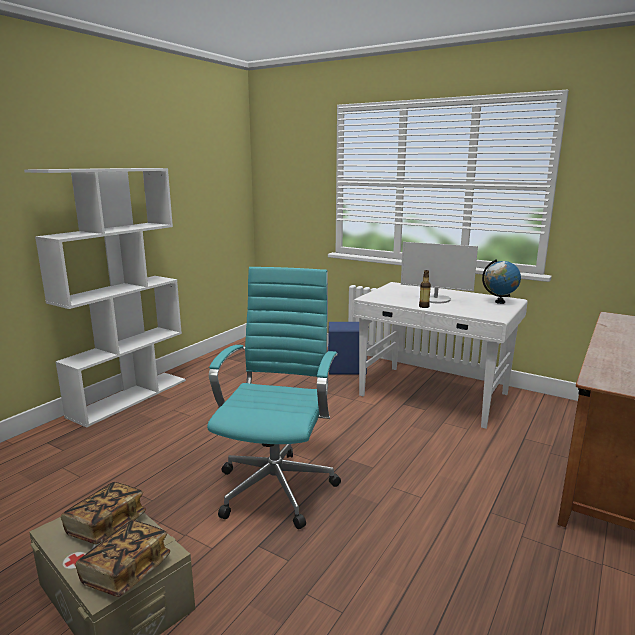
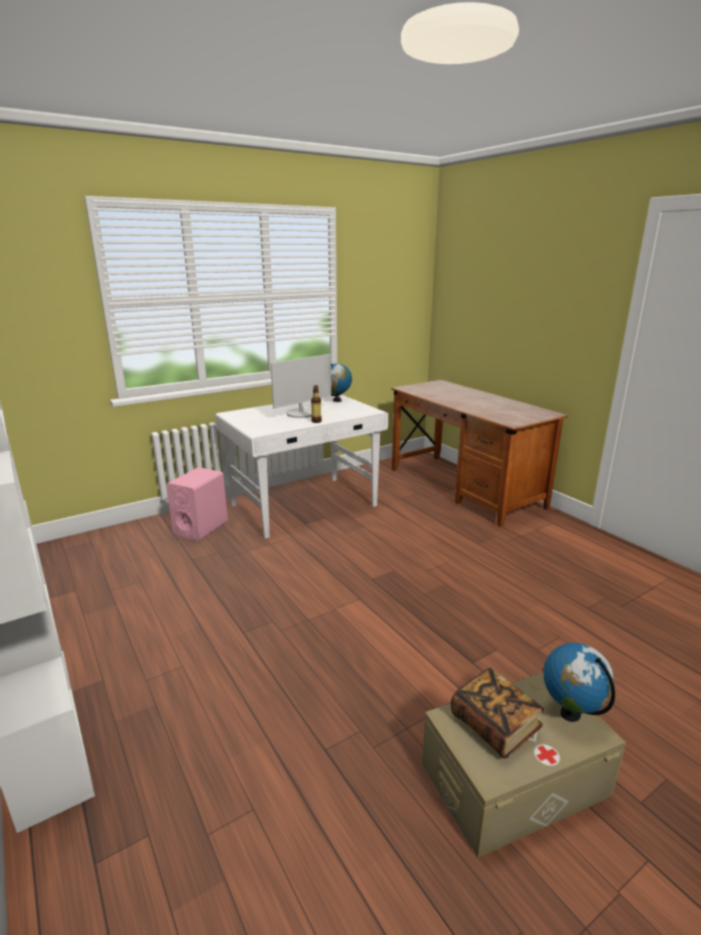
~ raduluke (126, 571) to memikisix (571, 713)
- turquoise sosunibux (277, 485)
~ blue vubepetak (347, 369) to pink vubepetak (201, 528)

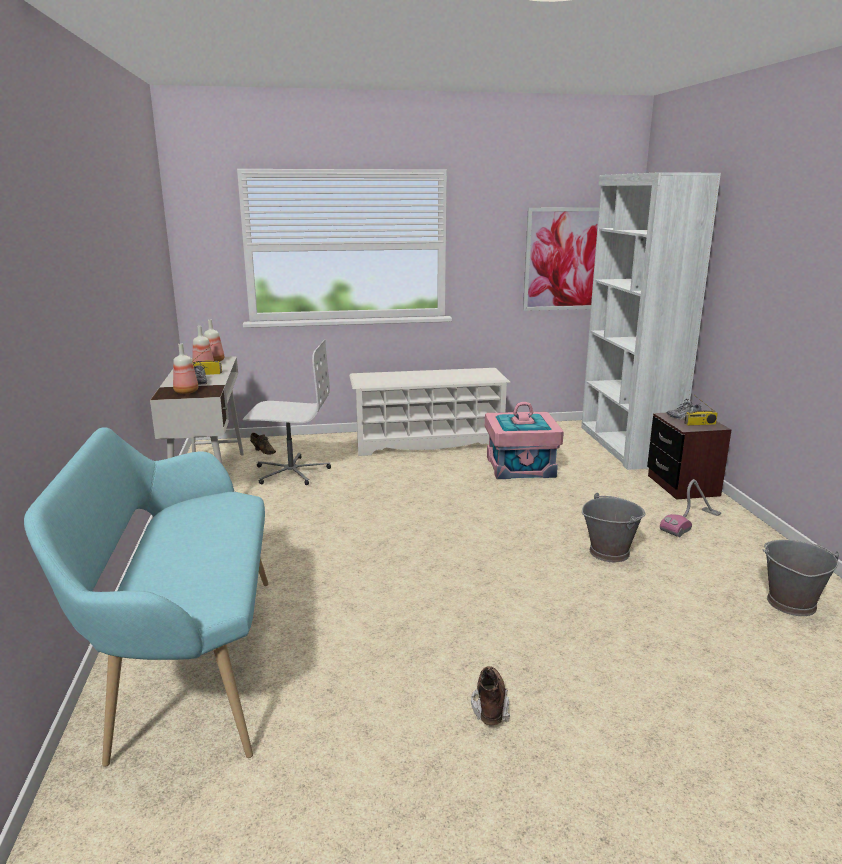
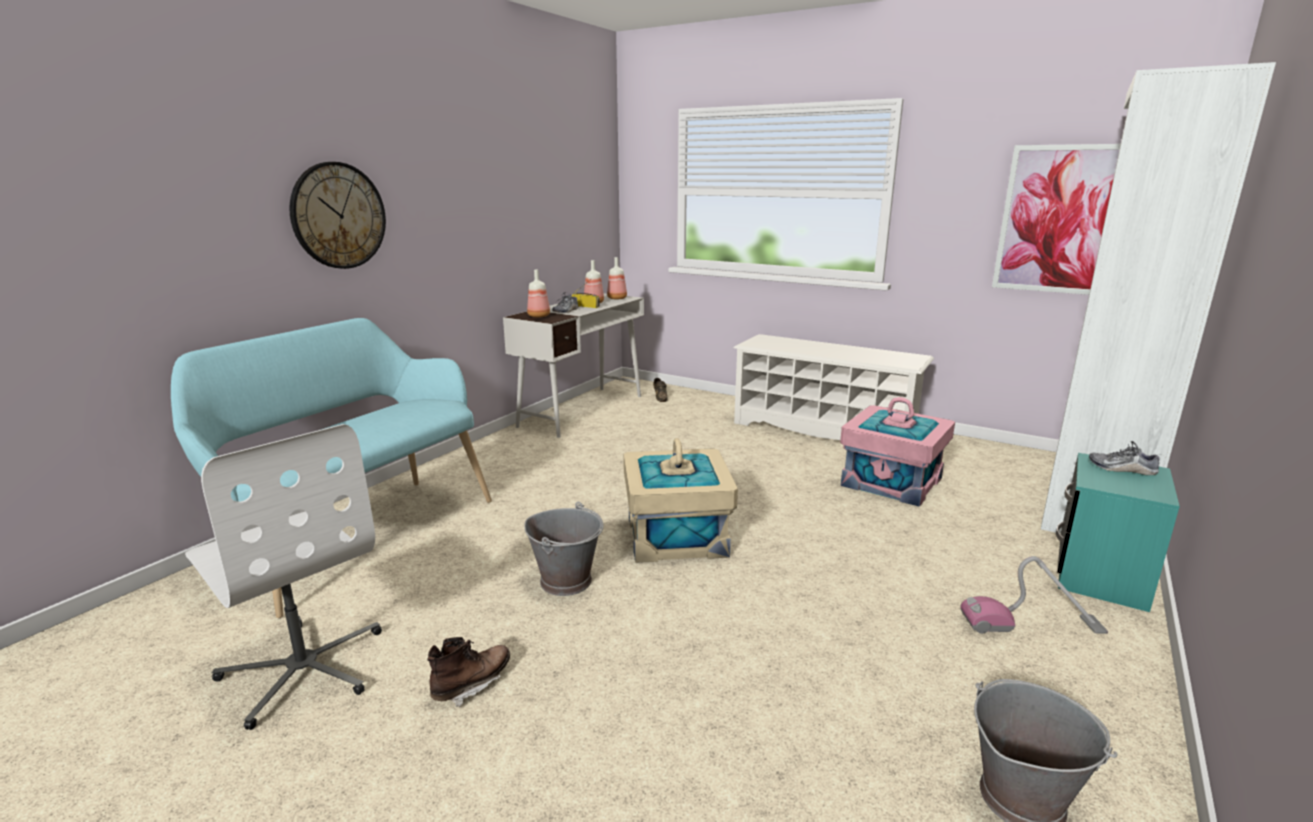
~ white sosunibux (291, 472) to (304, 668)
~ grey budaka (609, 552) to (566, 580)
~ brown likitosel (682, 486) to turquoise likitosel (1100, 576)
- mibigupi (699, 424)
+ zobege (338, 216)
+ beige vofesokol (677, 536)

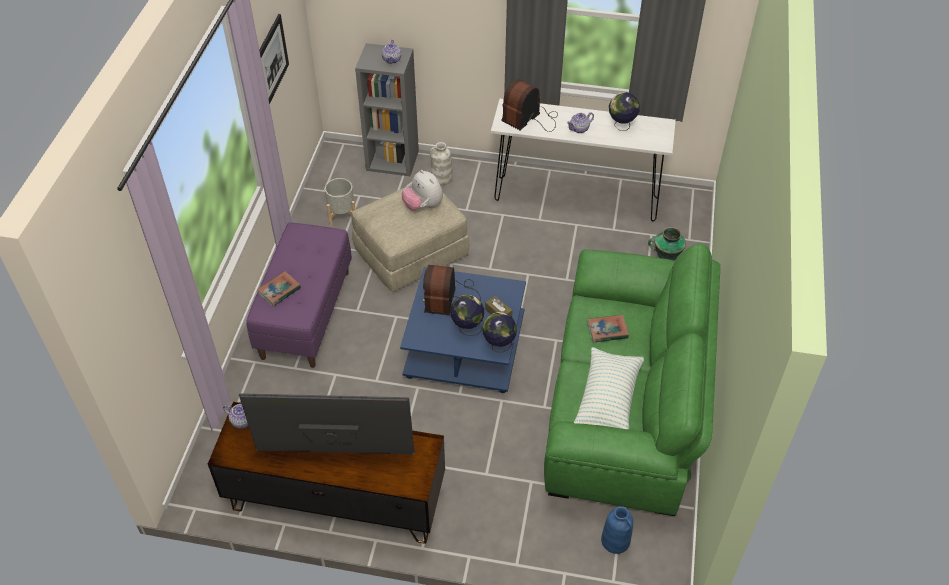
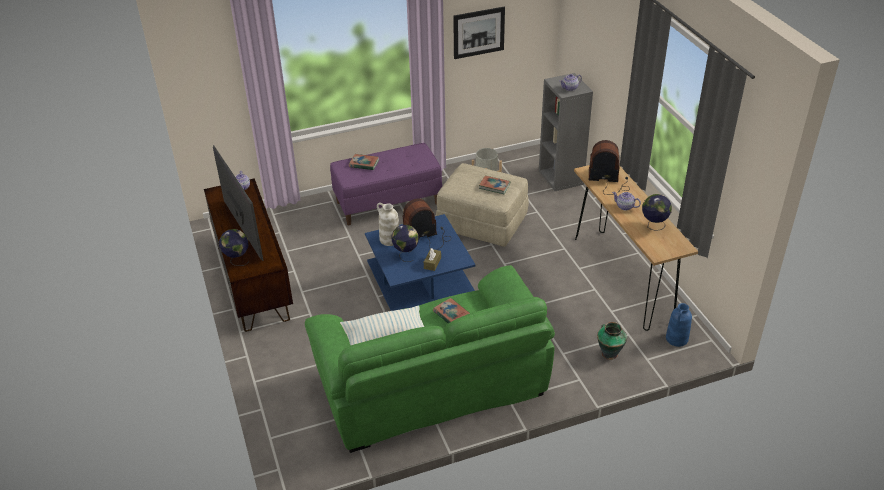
~ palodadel (423, 205) to raduluke (494, 186)
~ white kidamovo (441, 178) to (389, 239)
~ memikisix (499, 345) to (237, 260)
~ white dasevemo (576, 198) to brown dasevemo (622, 278)
~ blue kidamovo (616, 541) to (677, 339)

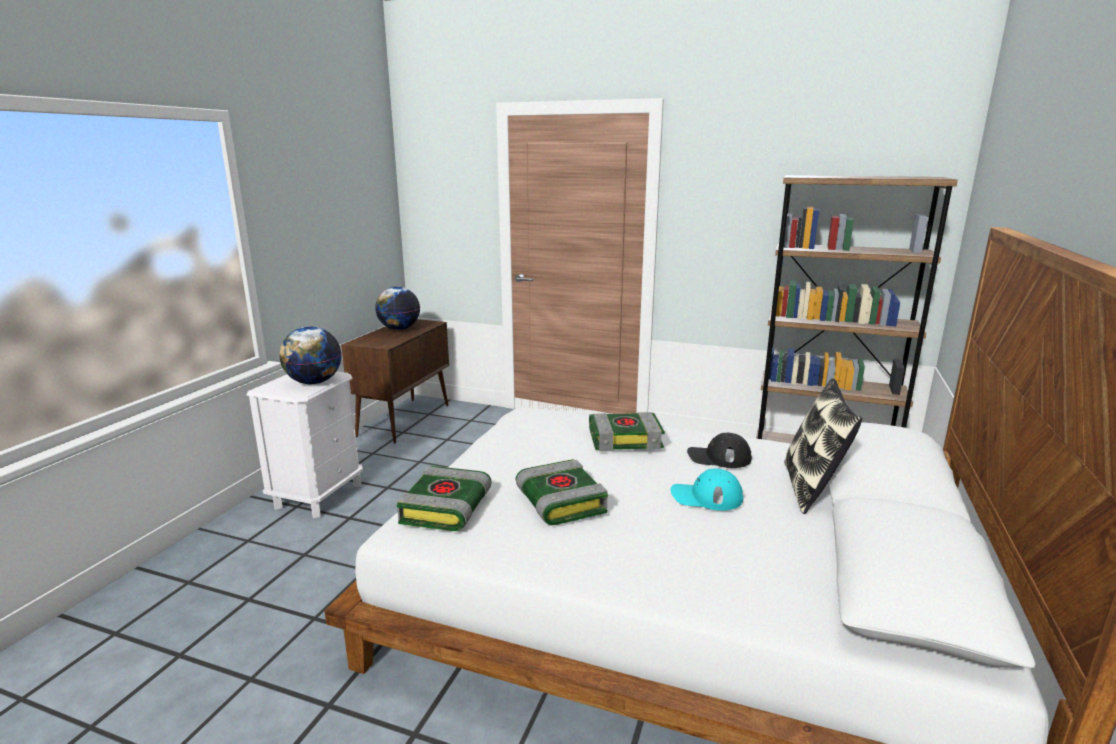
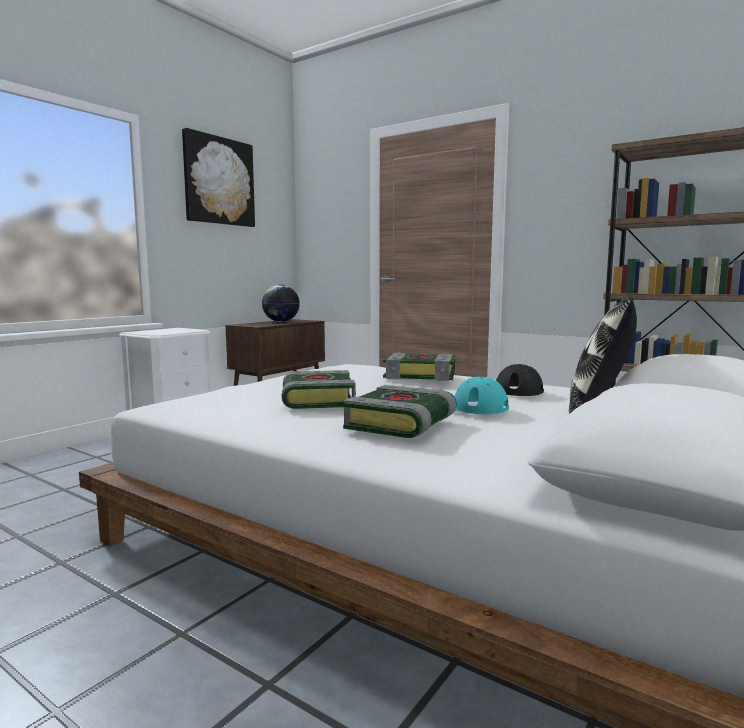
- memikisix (314, 382)
~ raduluke (447, 509) to (401, 425)
+ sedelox (219, 181)

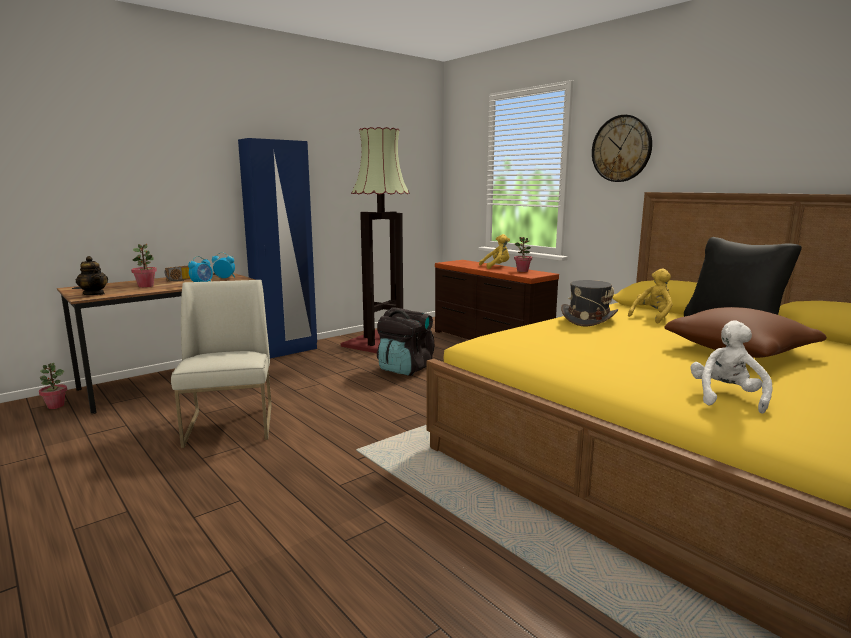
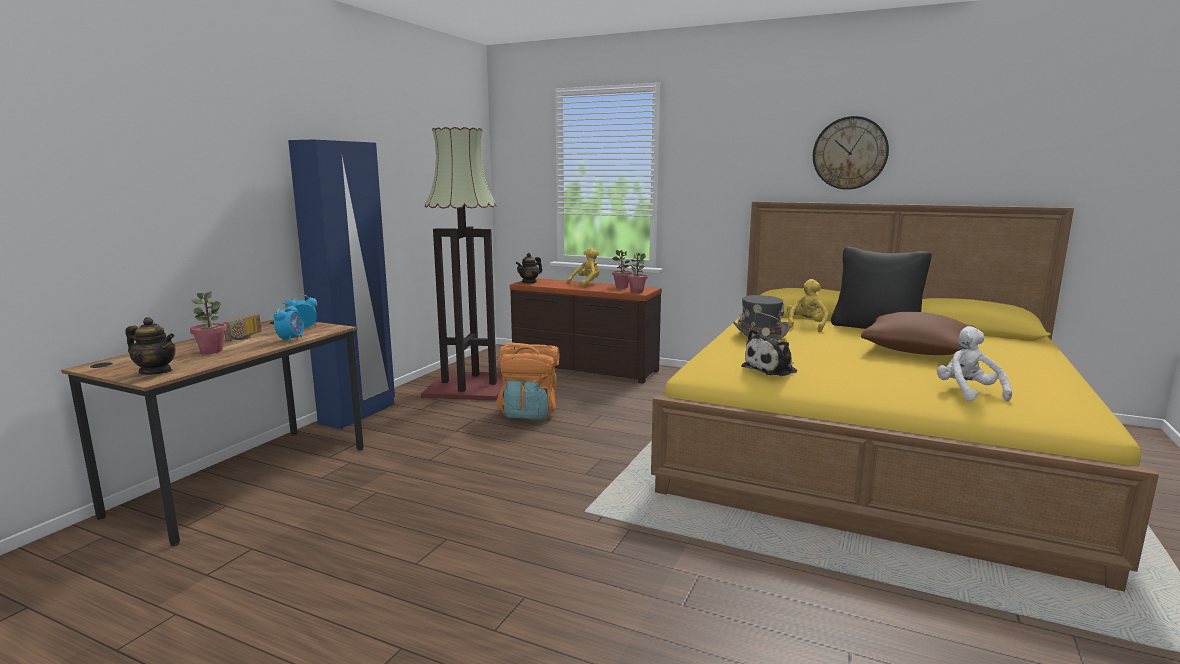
~ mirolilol (55, 406) to (636, 291)
- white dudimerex (231, 425)
~ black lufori (405, 369) to orange lufori (530, 413)
~ zobege (621, 148) to (850, 153)
+ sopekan (529, 282)
+ palodadel (772, 369)

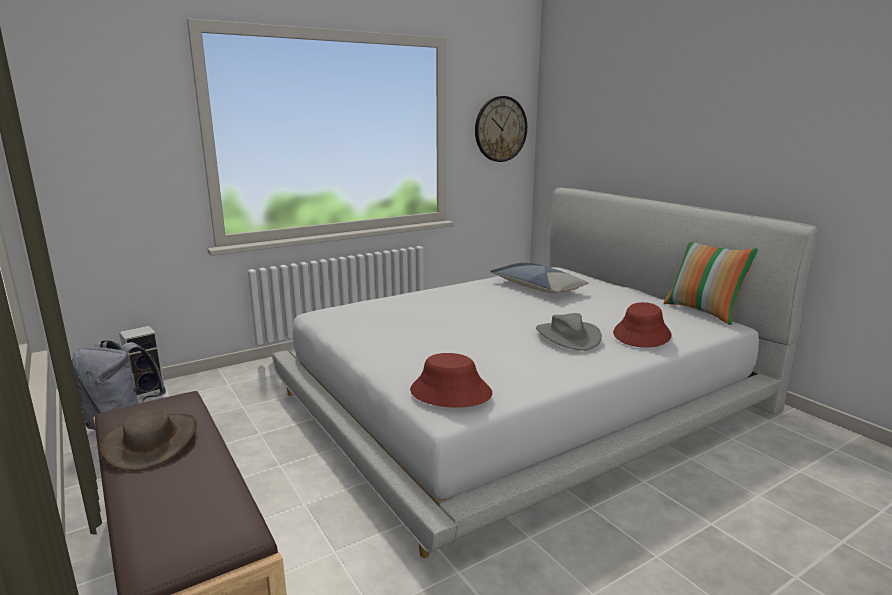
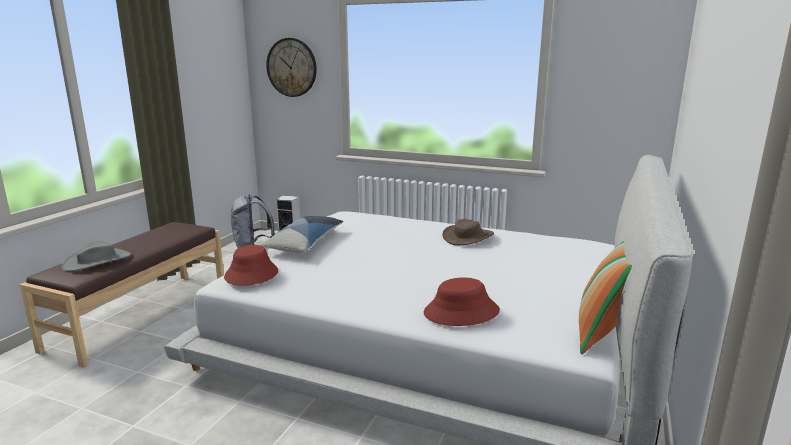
~ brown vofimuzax (152, 442) to (468, 237)
~ zobege (500, 129) to (292, 67)
~ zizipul (537, 287) to (305, 243)
~ grey vofimuzax (567, 336) to (97, 261)

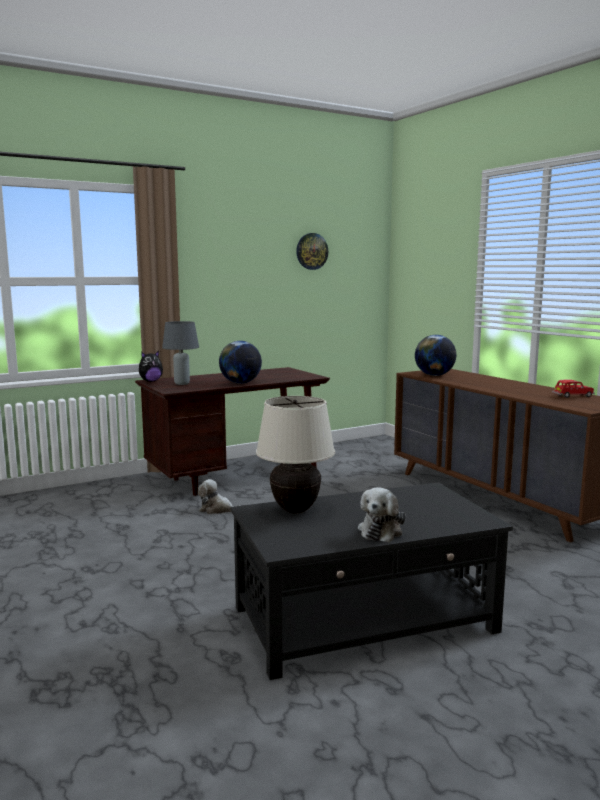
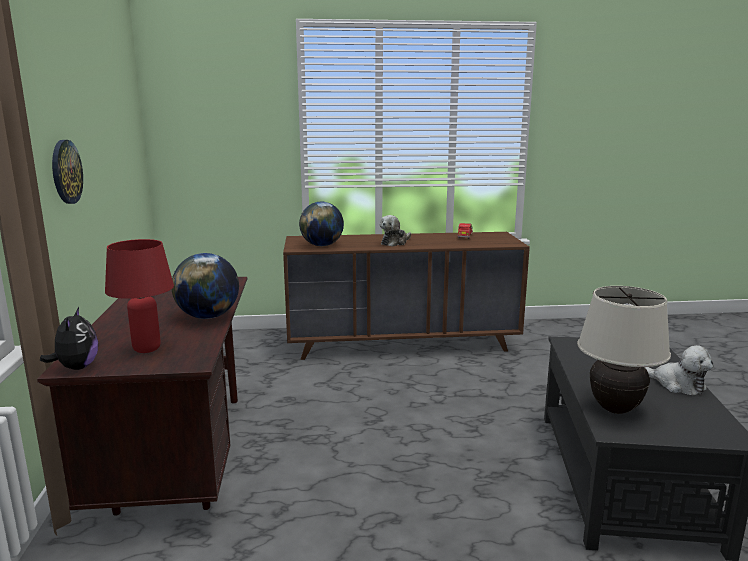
~ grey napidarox (182, 384) to red napidarox (147, 349)
~ palodadel (217, 509) to (395, 242)
~ zobege (311, 251) to (66, 172)

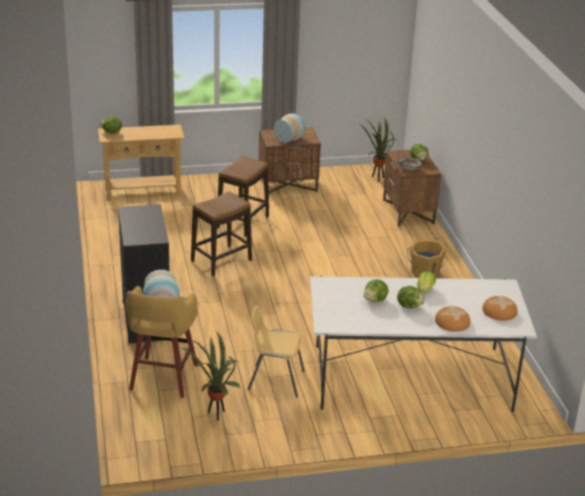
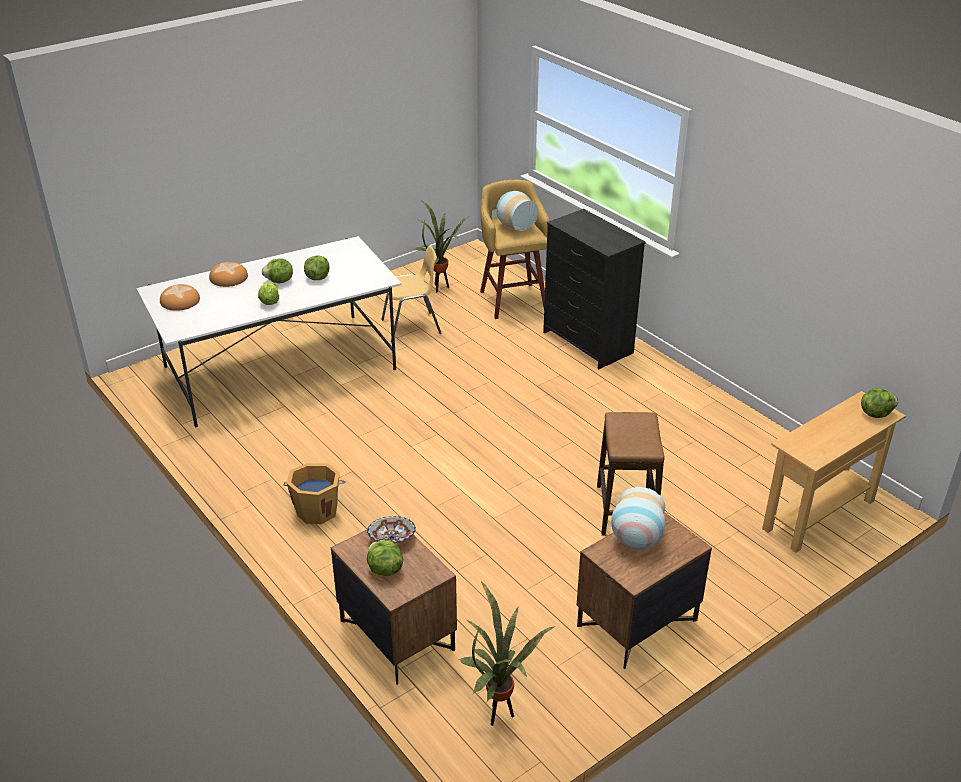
- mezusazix (221, 261)

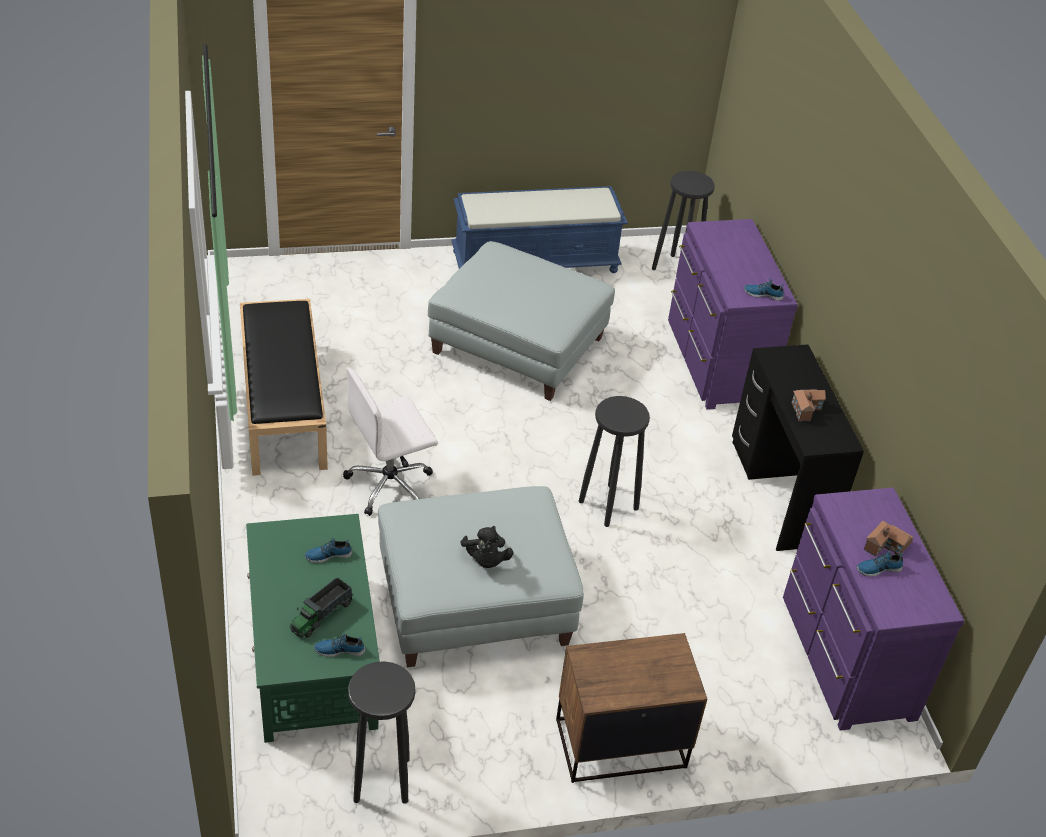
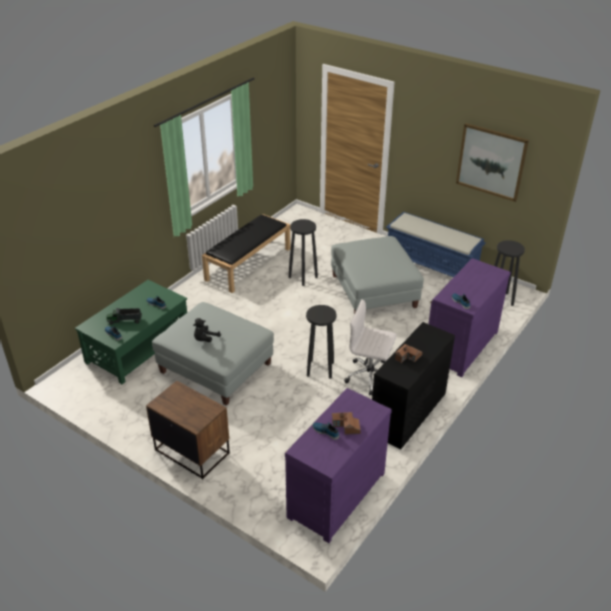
~ white sosunibux (391, 485) to (370, 376)
~ black mezusazix (380, 779) to (302, 277)
+ sedelox (491, 162)

